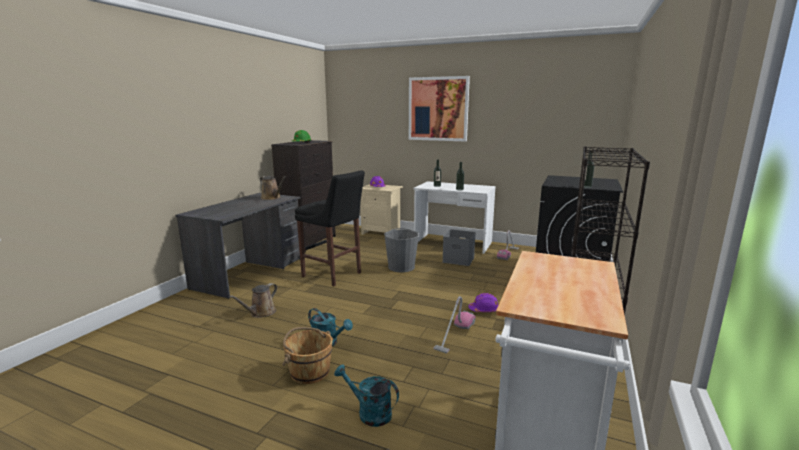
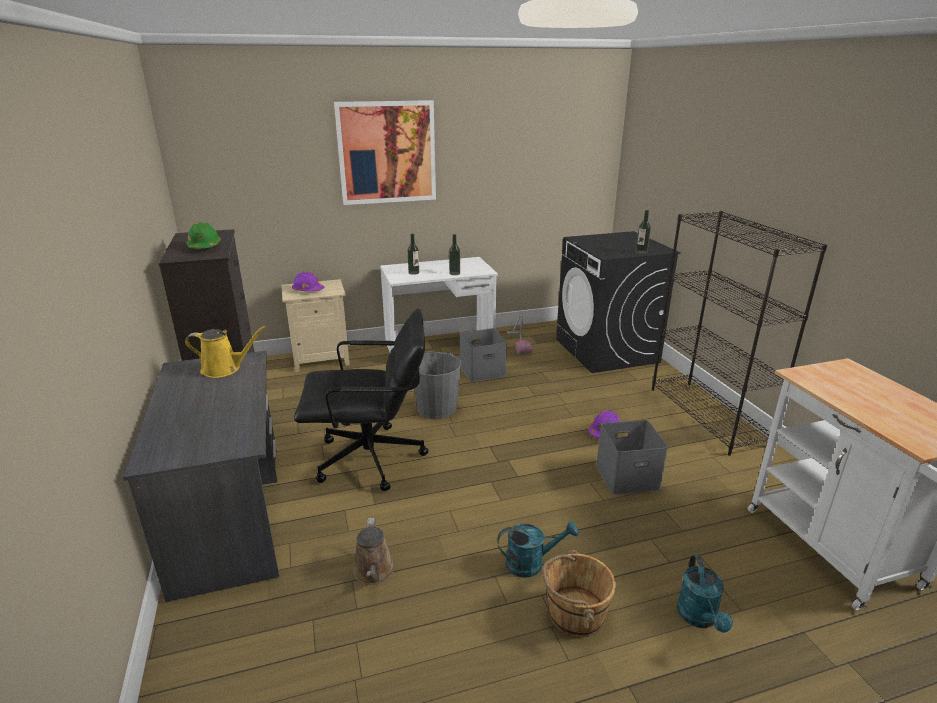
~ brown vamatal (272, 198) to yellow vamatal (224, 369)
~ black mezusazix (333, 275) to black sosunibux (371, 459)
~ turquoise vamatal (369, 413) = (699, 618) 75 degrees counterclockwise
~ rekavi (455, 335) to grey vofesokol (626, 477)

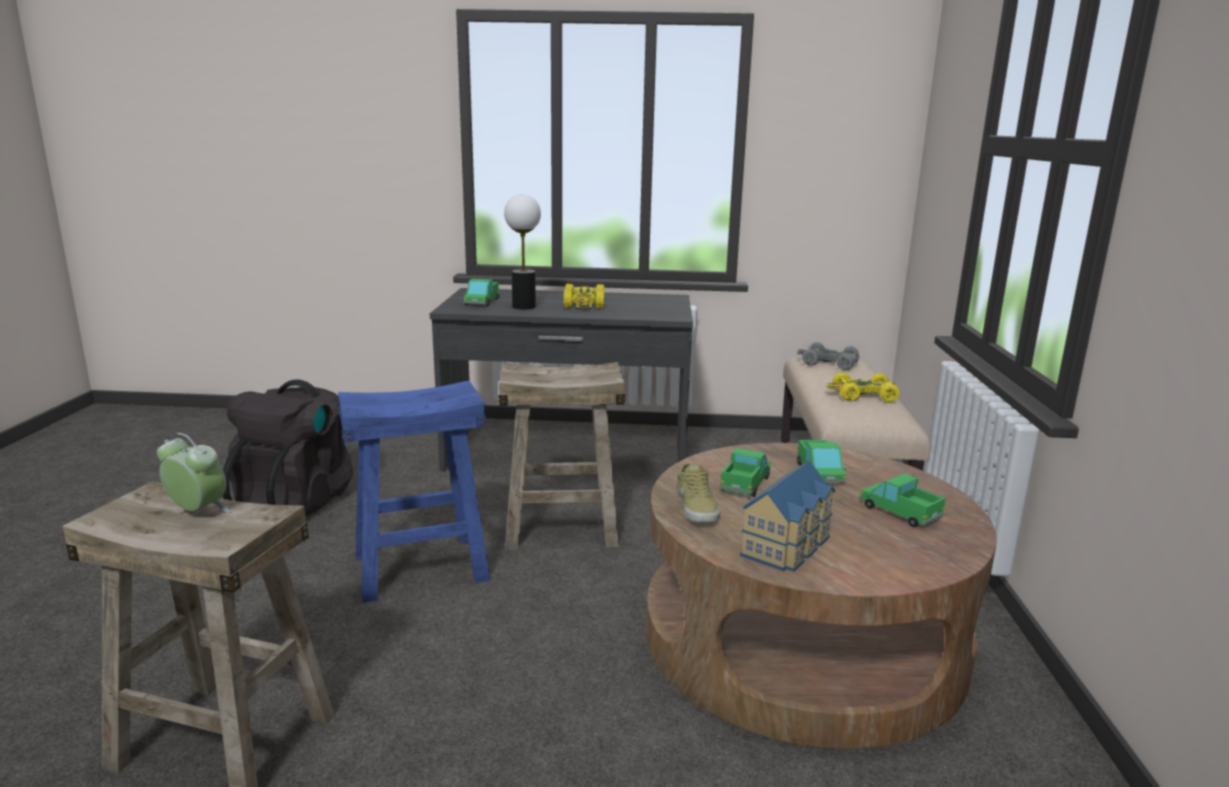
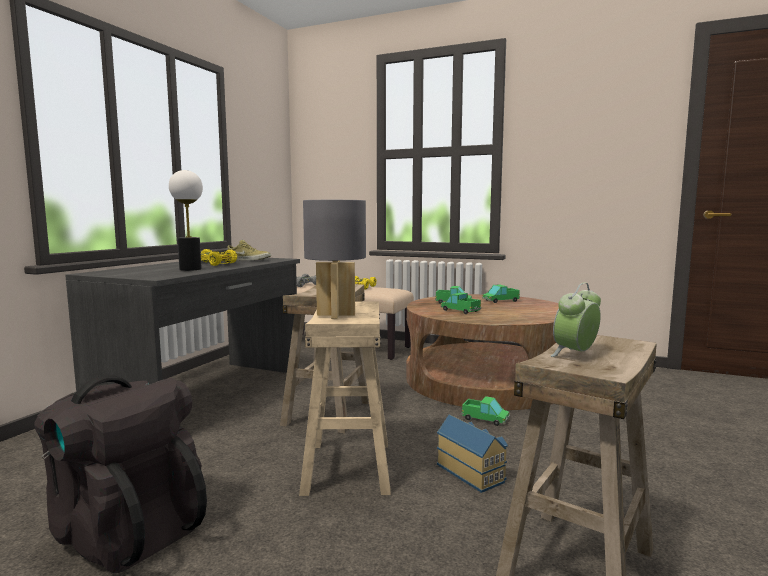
~ blue mezusazix (421, 567) to beige mezusazix (347, 466)
~ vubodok (482, 301) to (485, 419)
~ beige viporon (698, 507) to (249, 259)
~ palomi (789, 545) to (472, 471)
+ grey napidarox (336, 315)

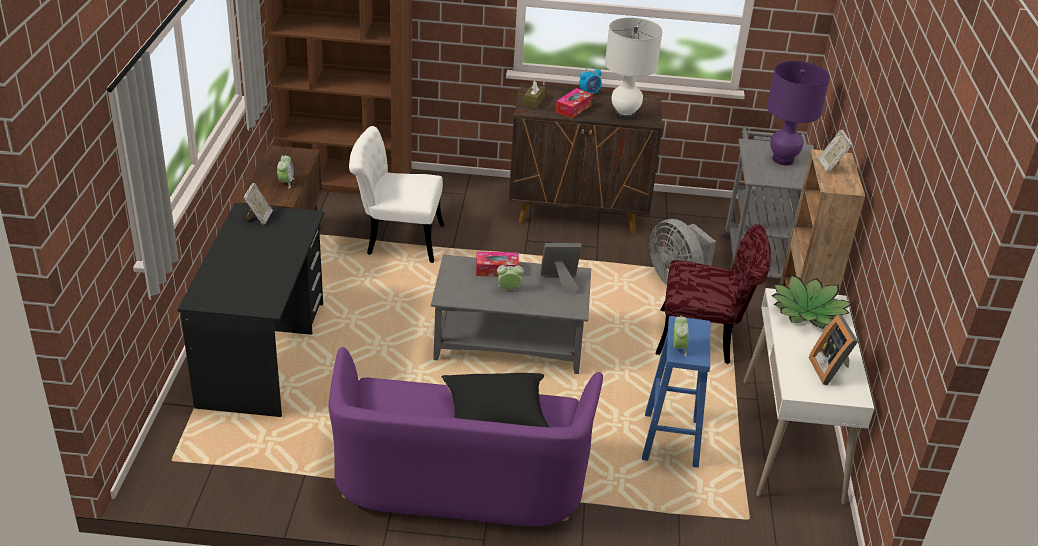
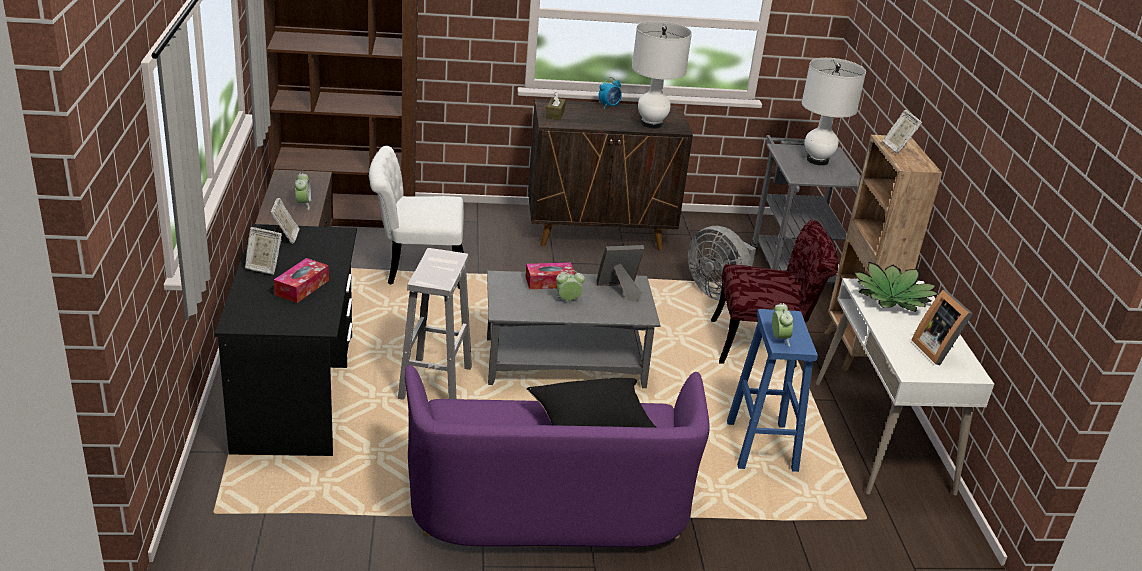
~ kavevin (573, 108) to (302, 287)
~ purple napidarox (783, 160) to white napidarox (817, 160)
+ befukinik (263, 267)
+ white mezusazix (435, 383)

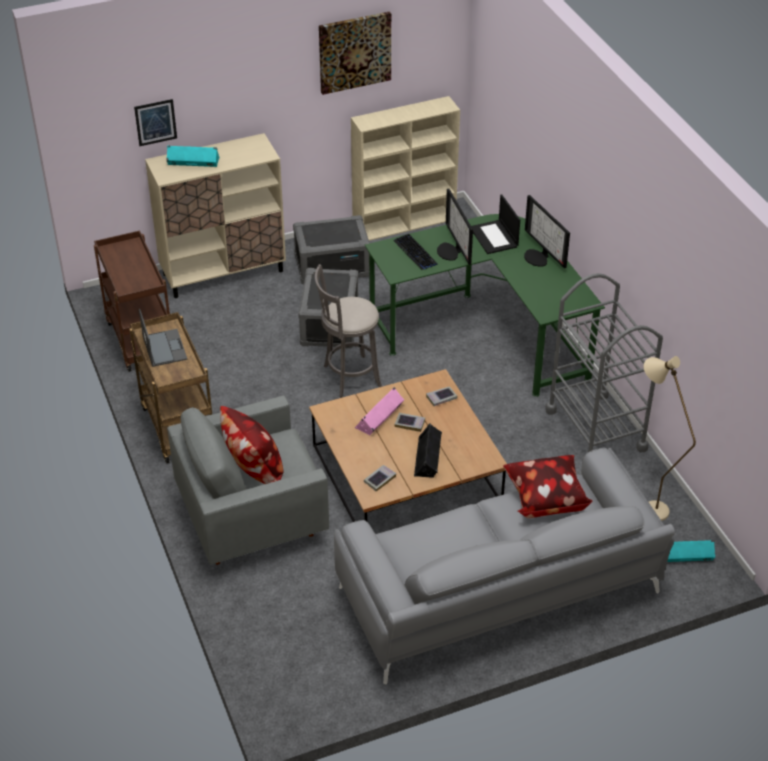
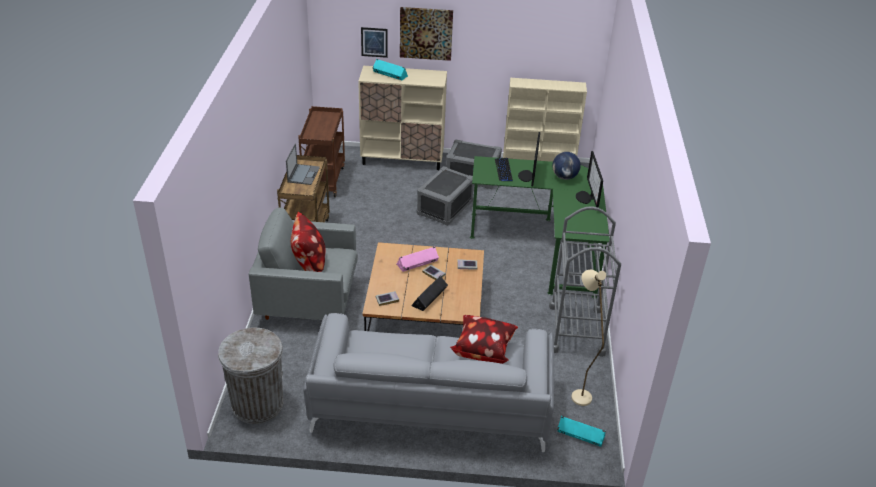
- grey mezusazix (349, 377)
~ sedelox (354, 52) to (426, 33)
~ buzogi (494, 237) to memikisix (564, 177)
+ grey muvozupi (257, 404)

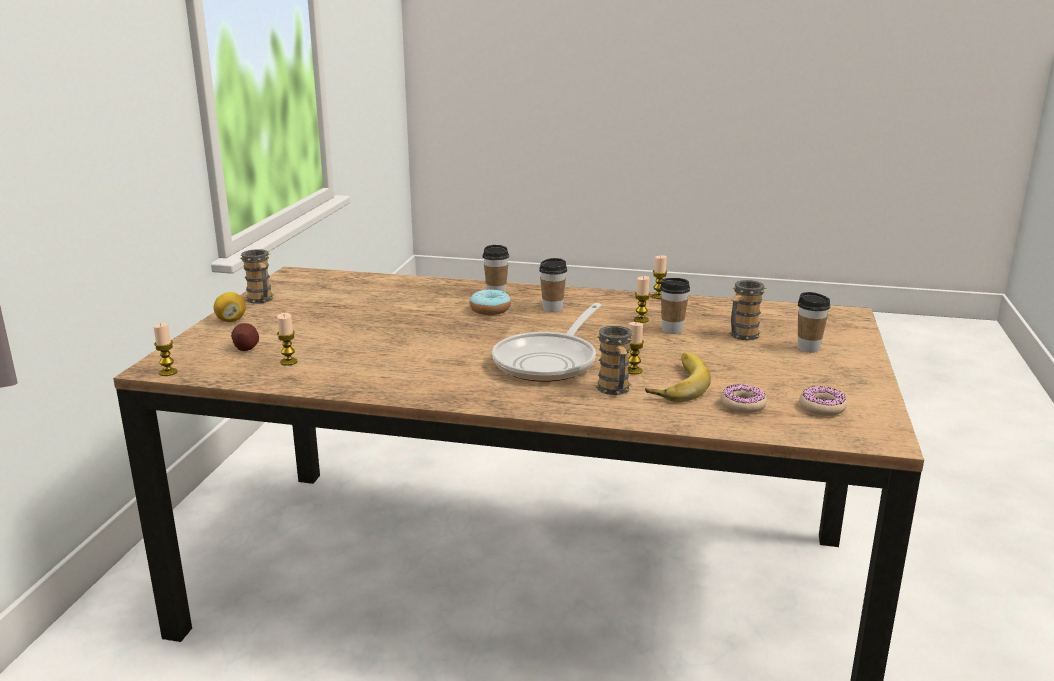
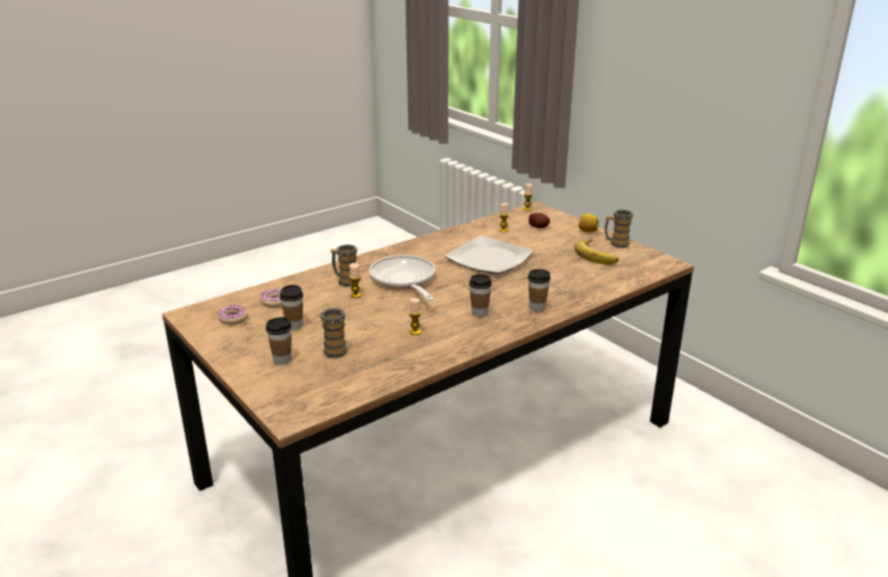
- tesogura (490, 310)
~ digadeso (675, 383) to (598, 255)
- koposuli (658, 296)
~ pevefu (672, 330) to (294, 326)
+ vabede (489, 258)

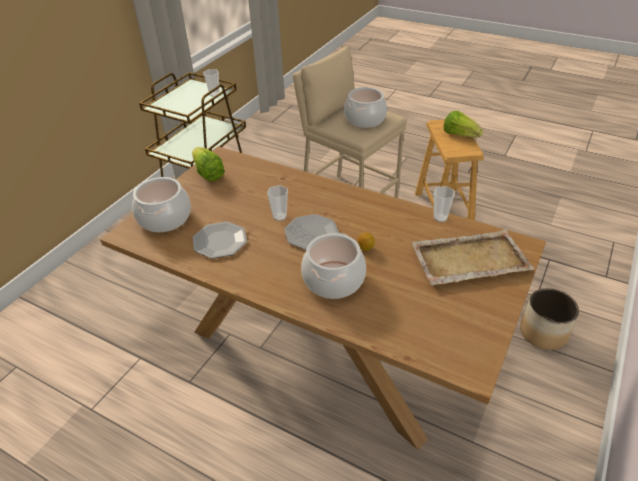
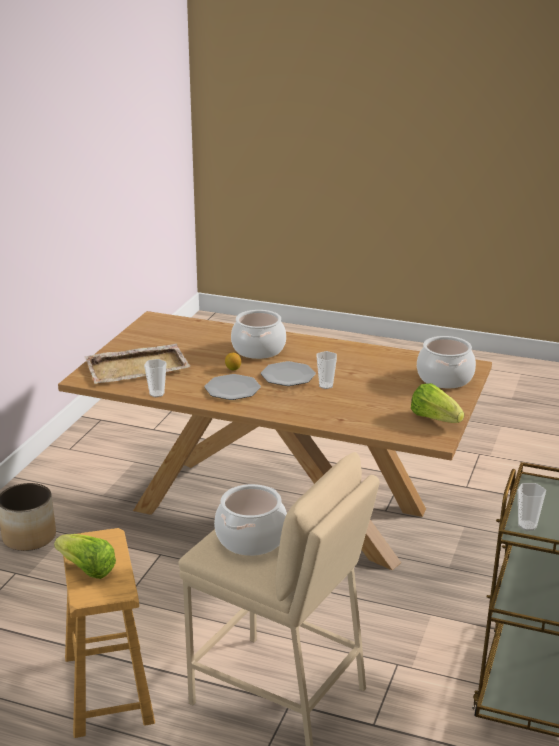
~ vabede (220, 241) to (232, 389)

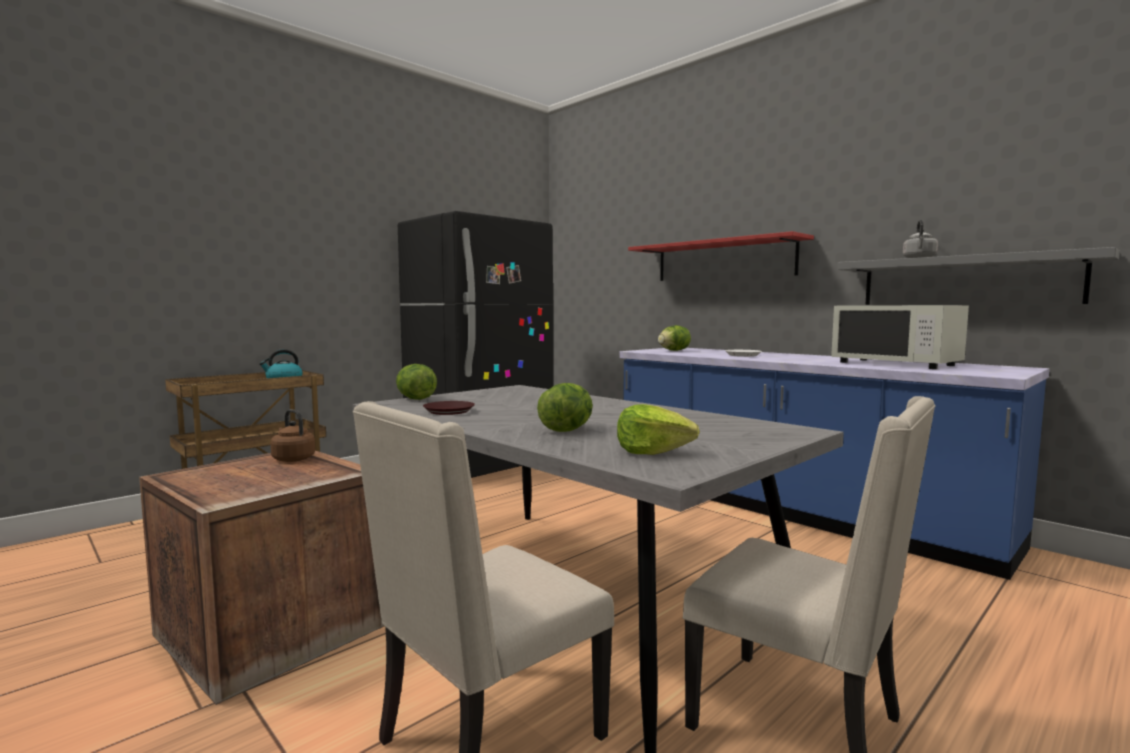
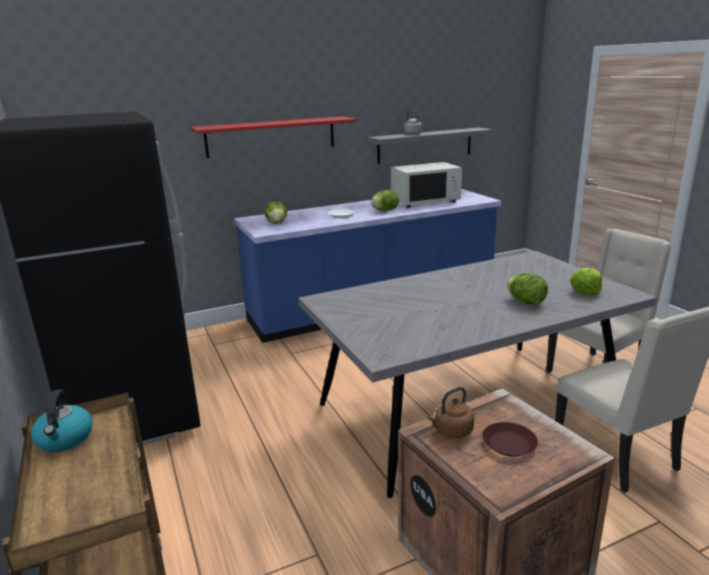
~ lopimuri (415, 399) to (385, 210)
~ brown vabede (449, 411) to (509, 444)

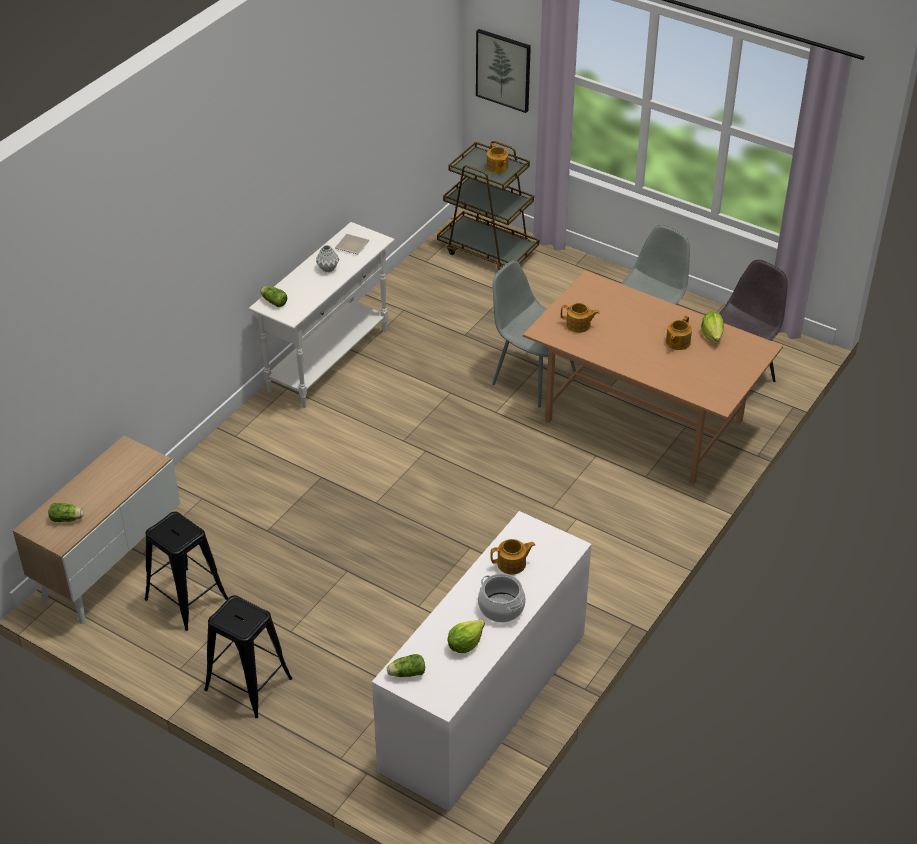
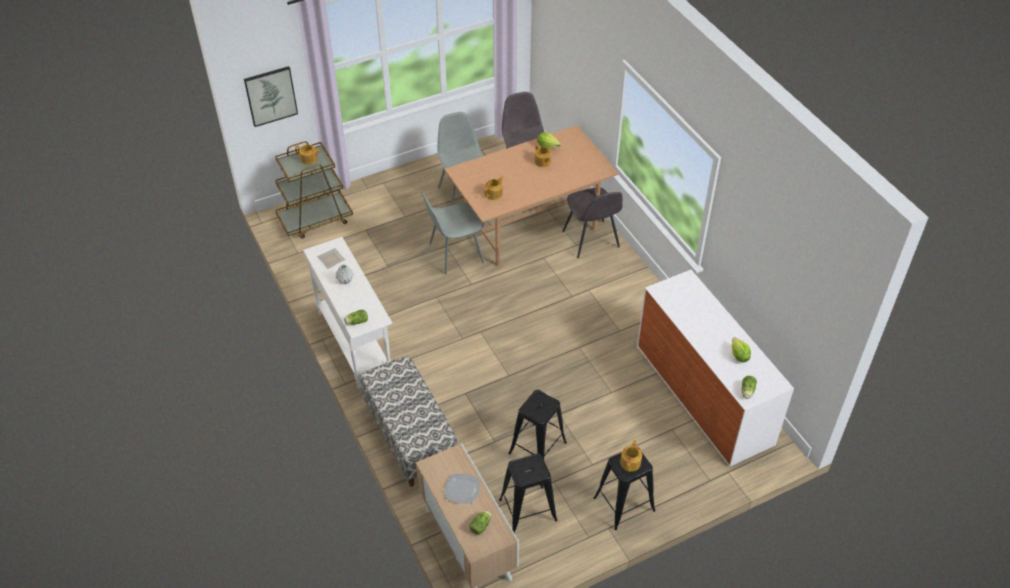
- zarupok (501, 607)
~ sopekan (512, 564) to (630, 462)
+ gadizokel (409, 436)
+ vabede (462, 489)
+ black mezusazix (537, 448)
+ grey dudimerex (591, 240)

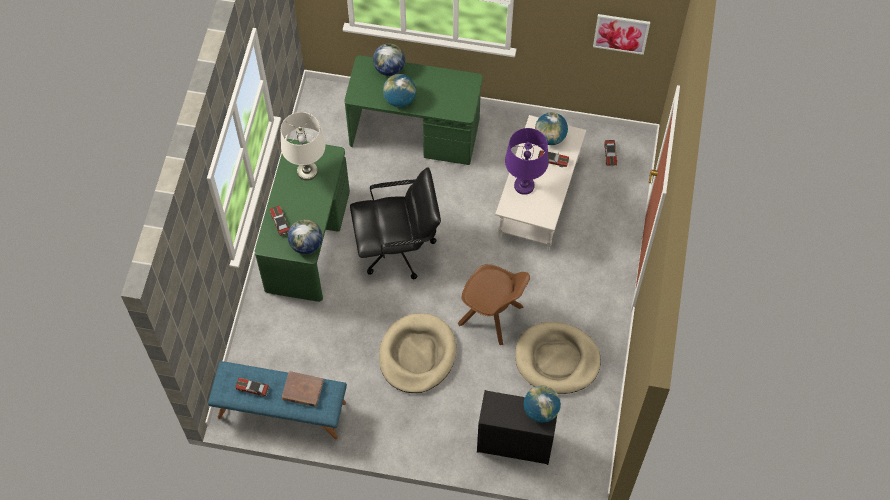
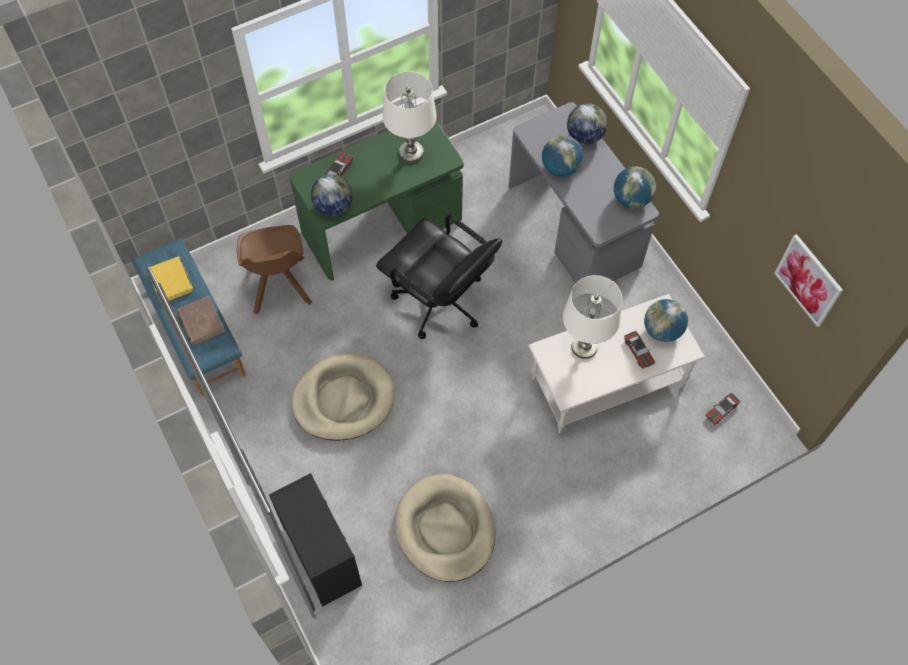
~ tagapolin (252, 388) to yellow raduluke (171, 281)
~ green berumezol (415, 132) to grey berumezol (574, 227)
~ brown dudimerex (492, 316) to (279, 287)
~ purple napidarox (524, 185) to white napidarox (584, 347)
~ memikisix (541, 410) to (631, 199)

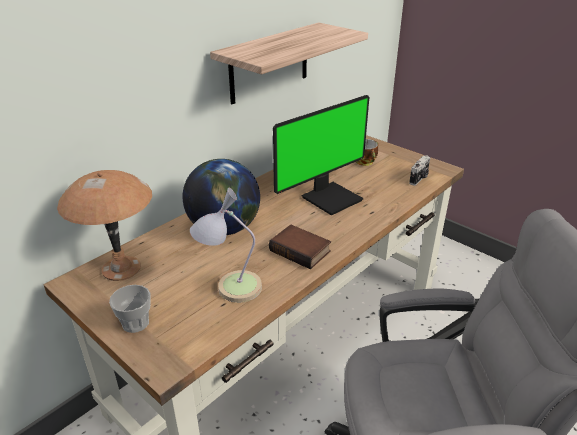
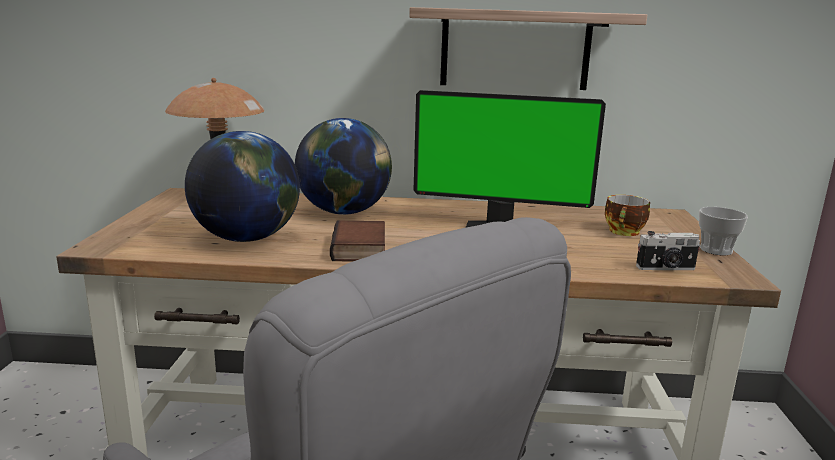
~ pevefu (135, 323) to (716, 250)
~ napidarox (230, 287) to memikisix (246, 238)

